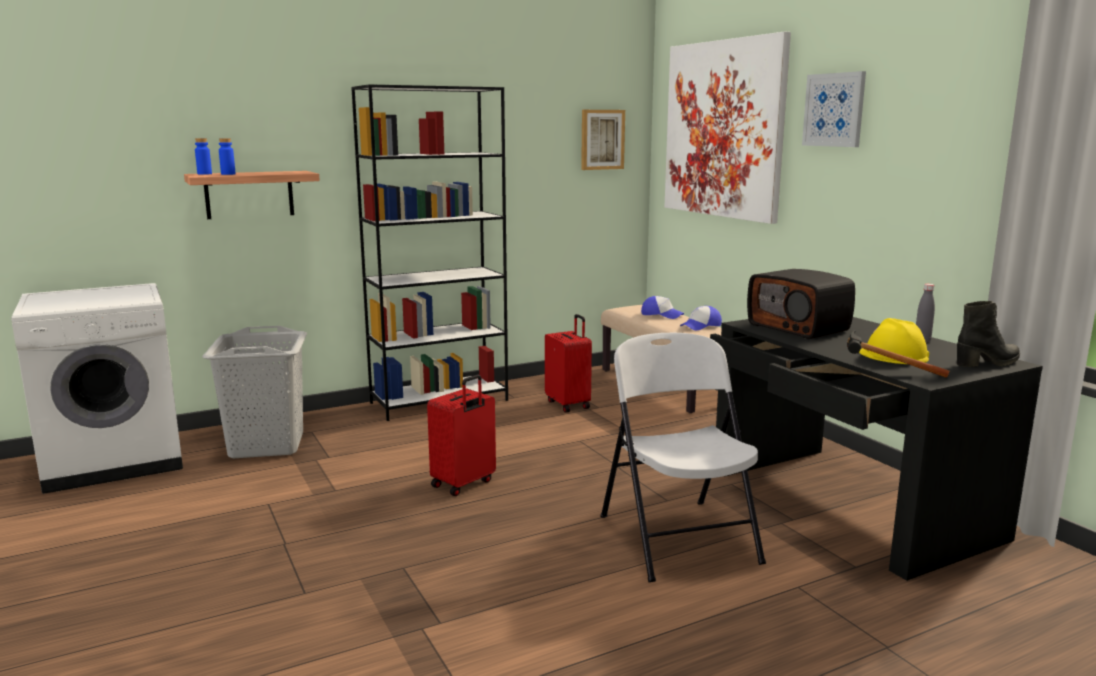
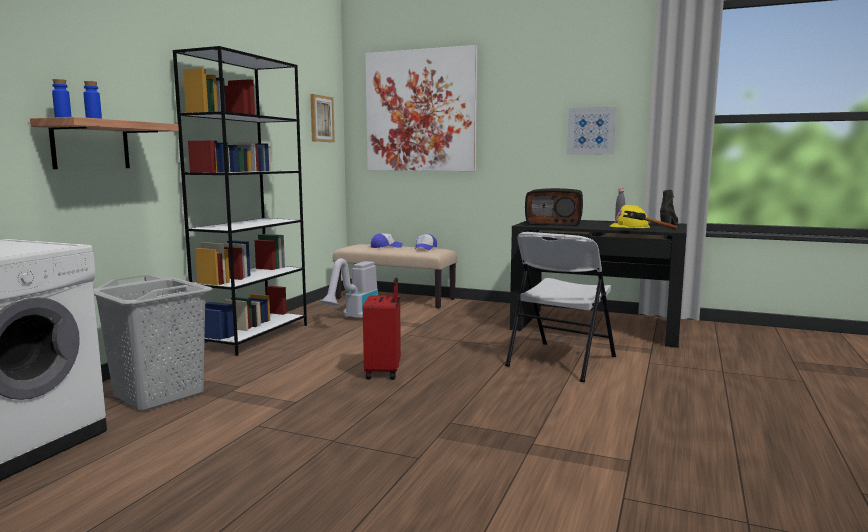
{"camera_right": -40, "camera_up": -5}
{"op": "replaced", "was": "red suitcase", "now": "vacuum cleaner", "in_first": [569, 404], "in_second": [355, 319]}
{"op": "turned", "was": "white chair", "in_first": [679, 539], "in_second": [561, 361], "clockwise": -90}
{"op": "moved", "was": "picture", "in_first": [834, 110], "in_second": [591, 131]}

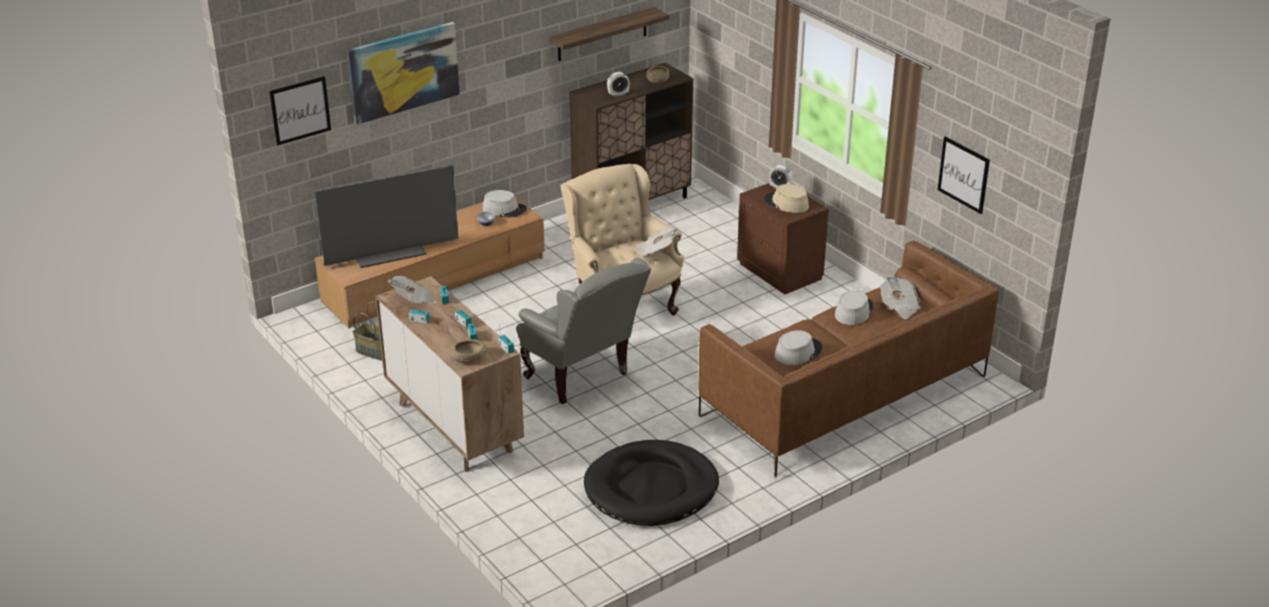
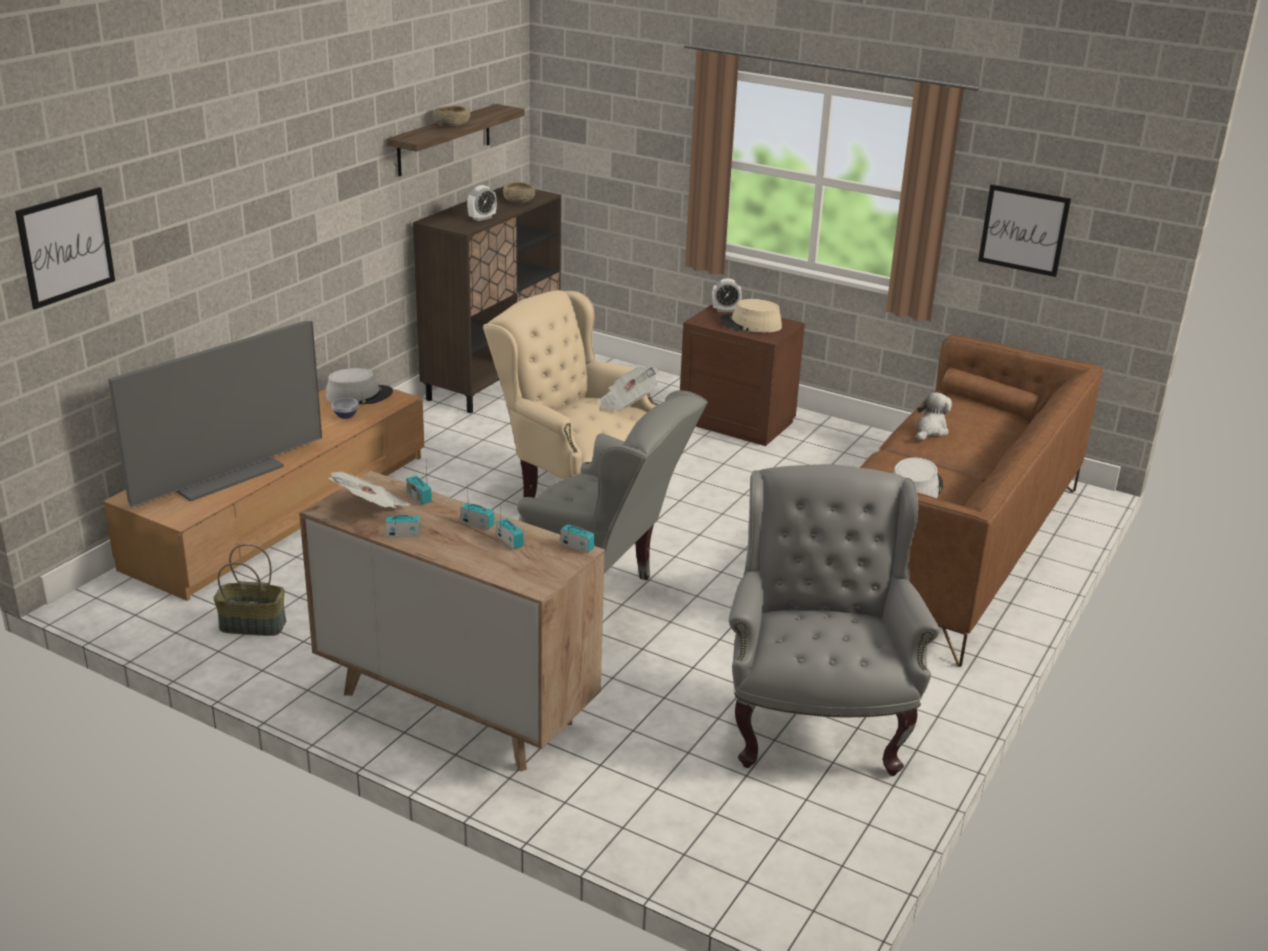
{"camera_right": -25, "camera_up": -5}
{"op": "moved", "was": "beige bowl", "in_first": [468, 357], "in_second": [451, 124]}
{"op": "replaced", "was": "black dog bed", "now": "grey armchair", "in_first": [651, 488], "in_second": [814, 724]}
{"op": "replaced", "was": "grey hat", "now": "plush toy", "in_first": [853, 311], "in_second": [930, 430]}
{"op": "removed", "was": "picture", "in_first": [403, 72]}
{"op": "removed", "was": "newspaper", "in_first": [899, 307]}

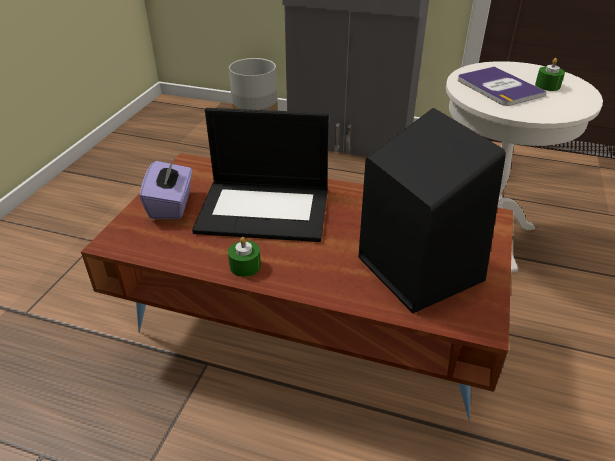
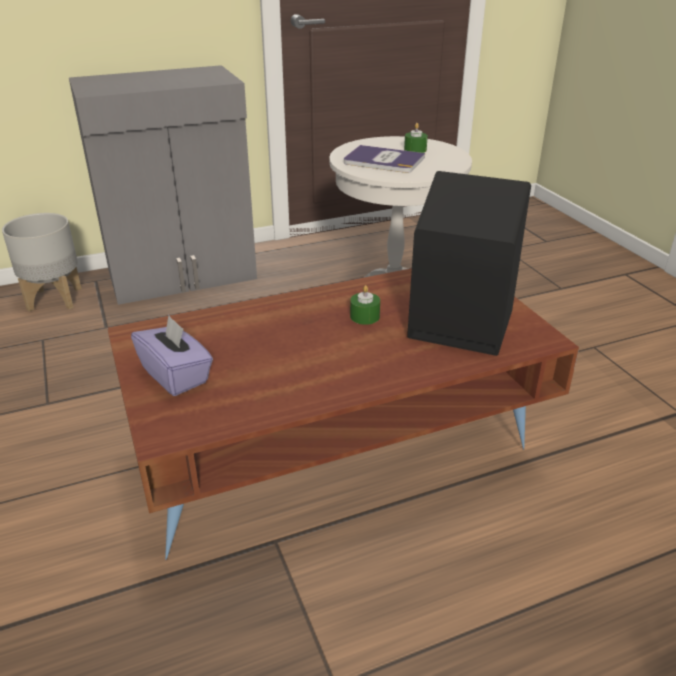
{"camera_right": -40, "camera_up": -5}
{"op": "moved", "was": "green candle", "in_first": [245, 266], "in_second": [364, 316]}
{"op": "removed", "was": "laptop", "in_first": [265, 209]}

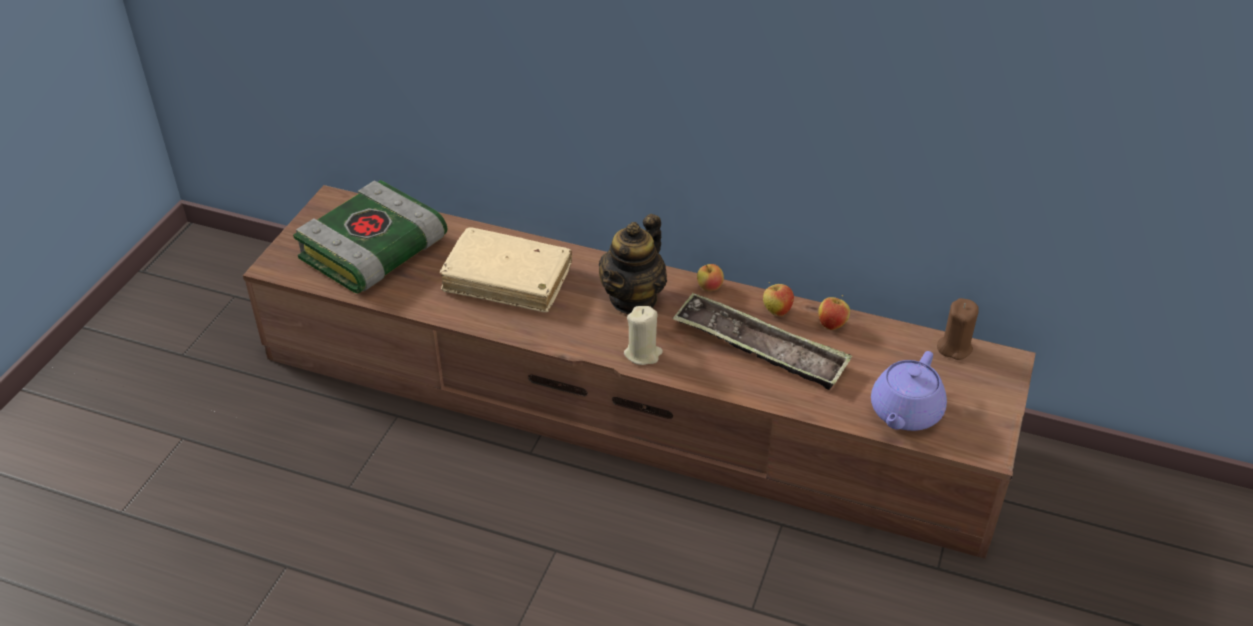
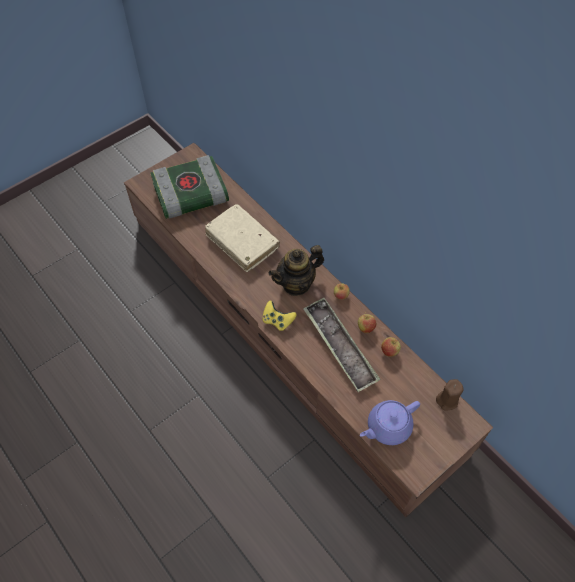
{"camera_right": 30, "camera_up": 15}
{"op": "replaced", "was": "beige candle", "now": "yellow game controller", "in_first": [643, 354], "in_second": [277, 320]}

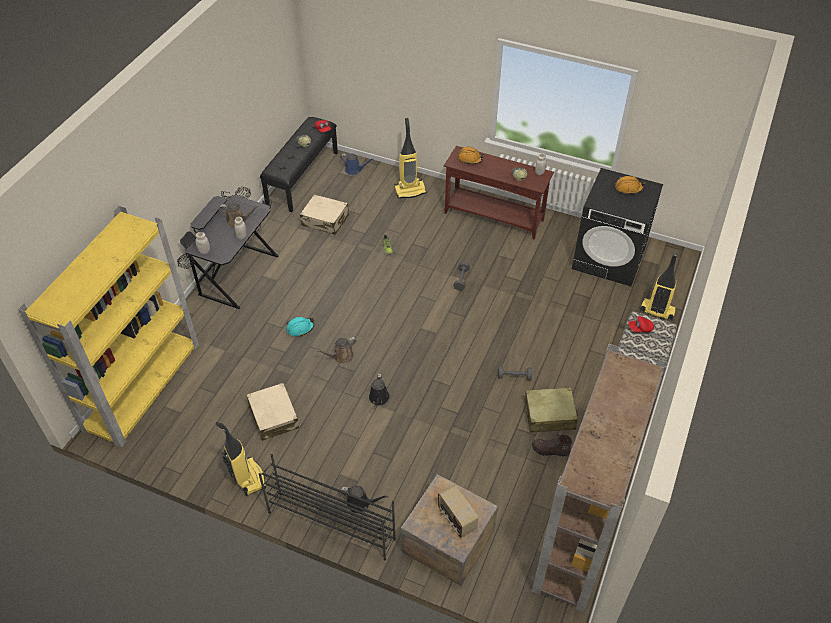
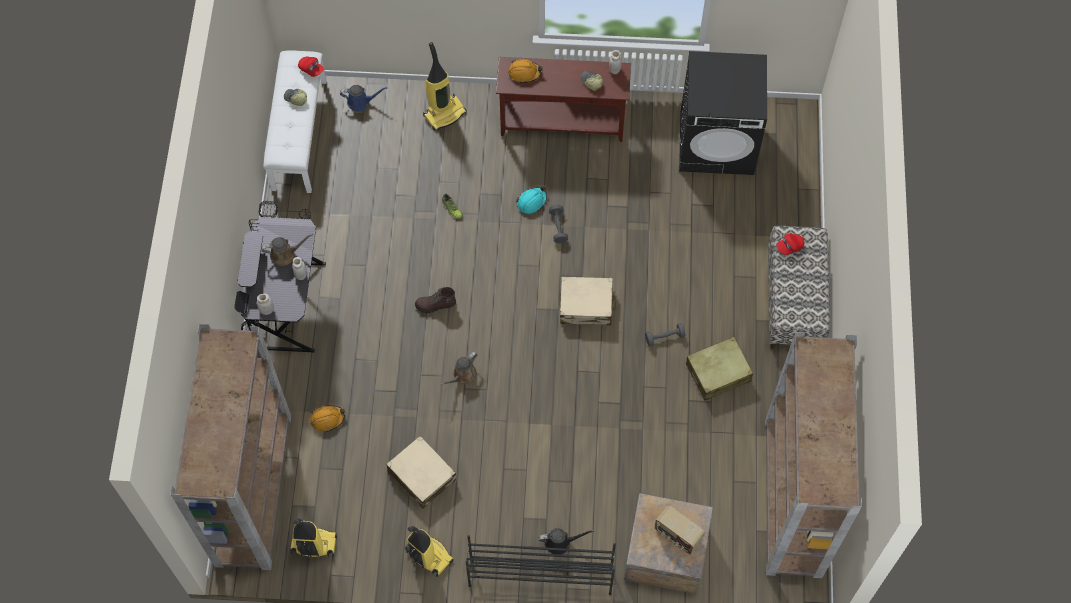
{"camera_right": -20, "camera_up": 15}
{"op": "recoloured", "was": "yellow bookcase", "now": "brown bookcase", "in_first": [142, 386], "in_second": [253, 489]}
{"op": "recoloured", "was": "black bench", "now": "white bench", "in_first": [302, 177], "in_second": [298, 134]}
{"op": "moved", "was": "vacuum cleaner", "in_first": [656, 311], "in_second": [313, 545]}
{"op": "moved", "was": "orange hard hat", "in_first": [628, 188], "in_second": [327, 419]}
{"op": "moved", "was": "brown boot", "in_first": [550, 450], "in_second": [435, 305]}
{"op": "moved", "was": "turquoise hard hat", "in_first": [300, 328], "in_second": [532, 202]}
{"op": "moved", "was": "beige suitcase", "in_first": [325, 220], "in_second": [586, 305]}
{"op": "removed", "was": "black watering can", "in_first": [379, 399]}

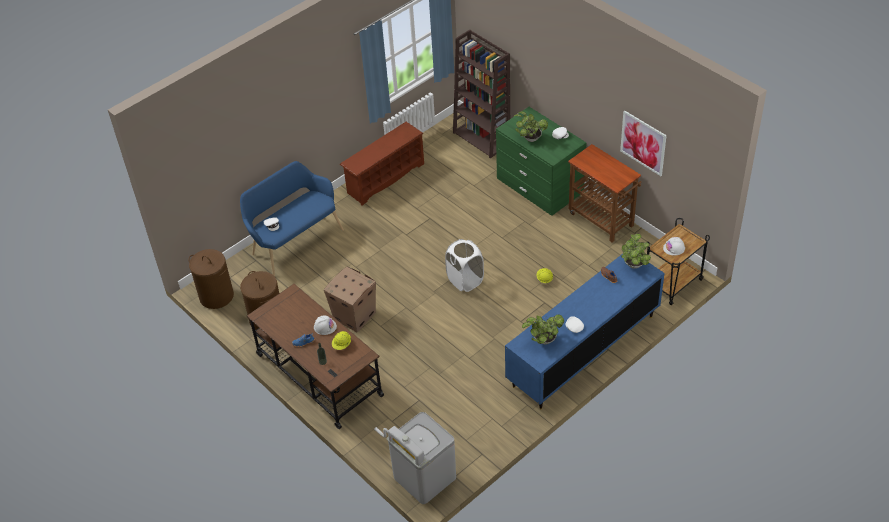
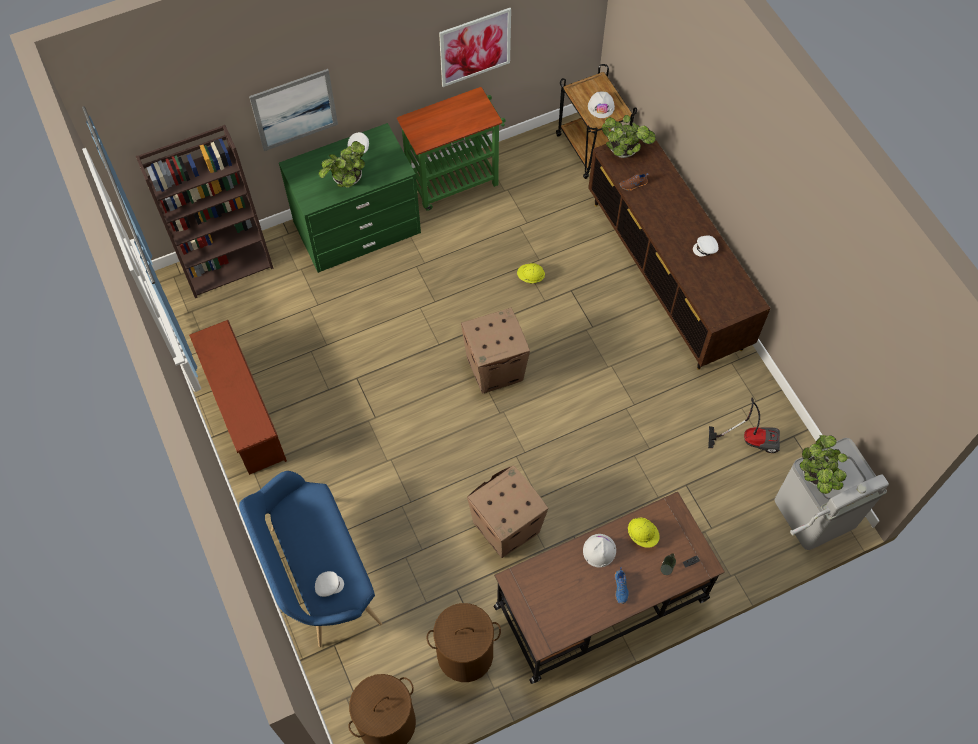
{"camera_right": -75, "camera_up": 15}
{"op": "added", "now": "picture", "in_second": [294, 110]}
{"op": "recoloured", "was": "brown cart", "now": "green cart", "in_first": [602, 220], "in_second": [454, 182]}
{"op": "replaced", "was": "white laundry basket", "now": "cardboard box", "in_first": [465, 280], "in_second": [495, 368]}
{"op": "recoloured", "was": "blue cabinet", "now": "brown cabinet", "in_first": [583, 351], "in_second": [666, 275]}
{"op": "added", "now": "vacuum cleaner", "in_second": [750, 439]}
{"op": "moved", "was": "potted plant", "in_first": [543, 340], "in_second": [816, 478]}

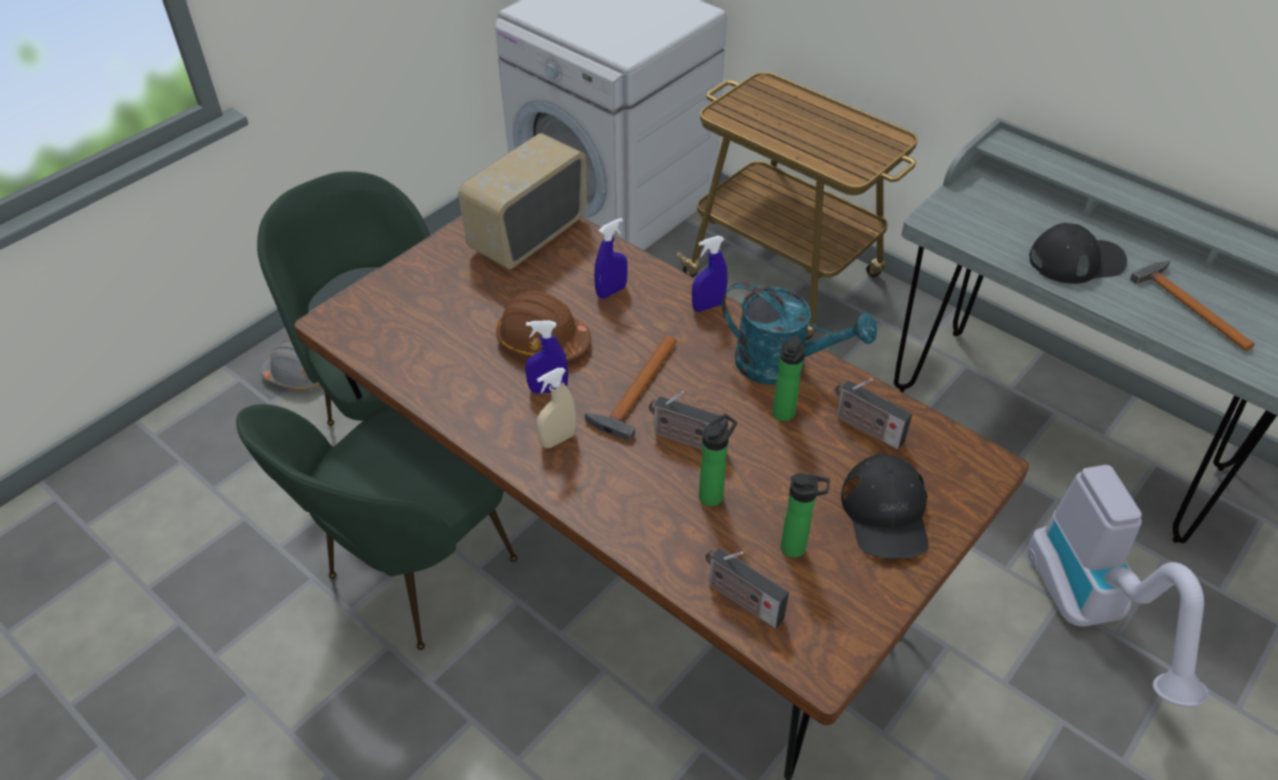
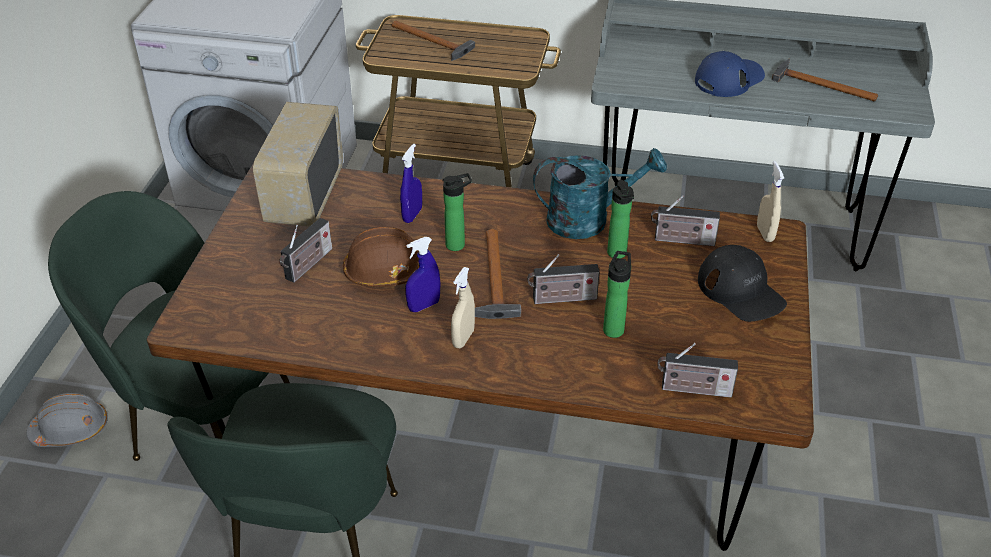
{"camera_right": -30, "camera_up": -5}
{"op": "added", "now": "radio", "in_second": [307, 266]}
{"op": "added", "now": "hammer", "in_second": [433, 42]}
{"op": "moved", "was": "bottle", "in_first": [797, 548], "in_second": [458, 244]}
{"op": "recoloured", "was": "black cap", "now": "blue cap", "in_first": [1076, 260], "in_second": [729, 79]}
{"op": "added", "now": "beige spray bottle", "in_second": [765, 233]}
{"op": "removed", "was": "blue spray bottle", "in_first": [708, 306]}
{"op": "removed", "was": "vacuum cleaner", "in_first": [1094, 617]}

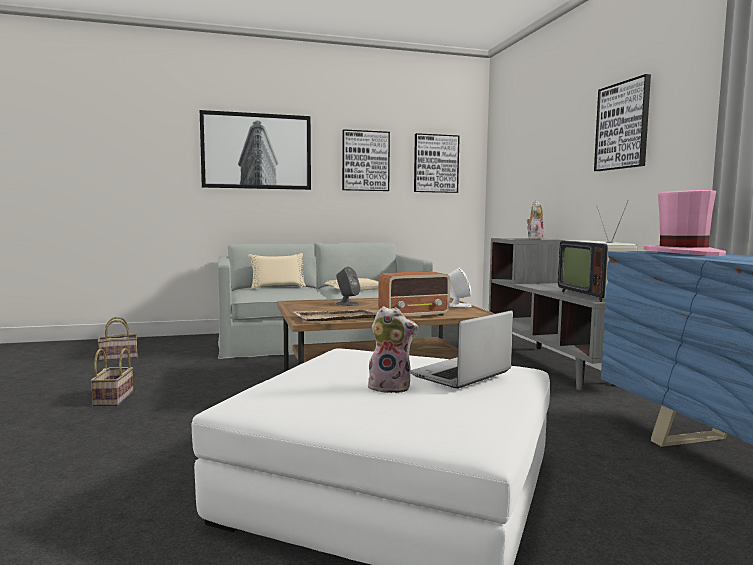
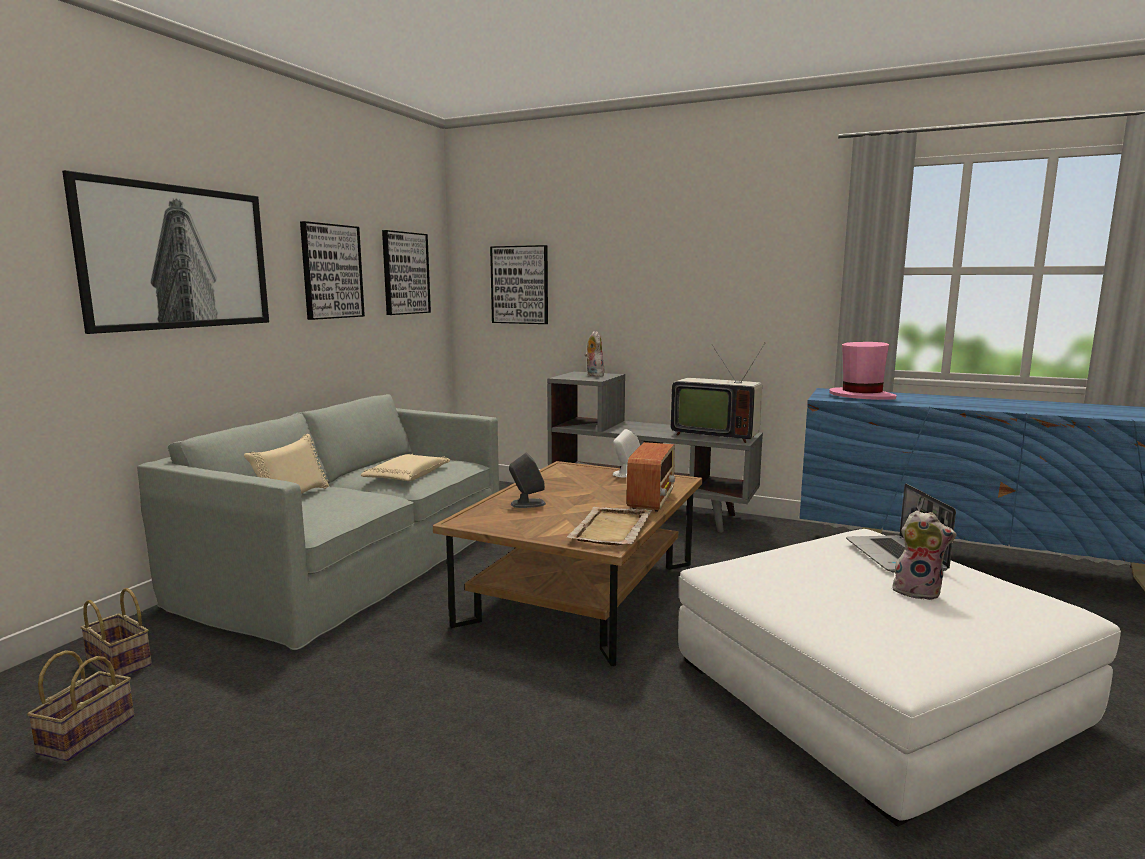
{"camera_right": -50, "camera_up": 5}
{"op": "moved", "was": "basket", "in_first": [114, 399], "in_second": [121, 663]}
{"op": "moved", "was": "picture", "in_first": [622, 126], "in_second": [520, 285]}
{"op": "turned", "was": "plush toy", "in_first": [391, 387], "in_second": [917, 591], "clockwise": 60}

